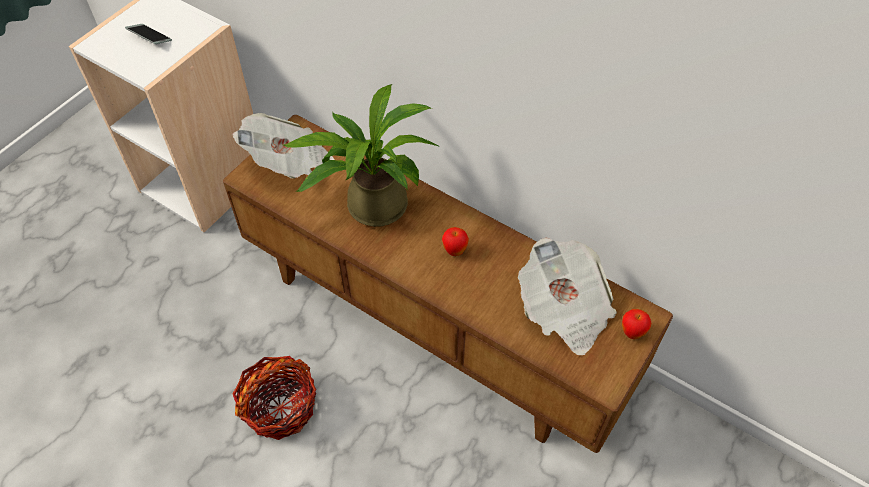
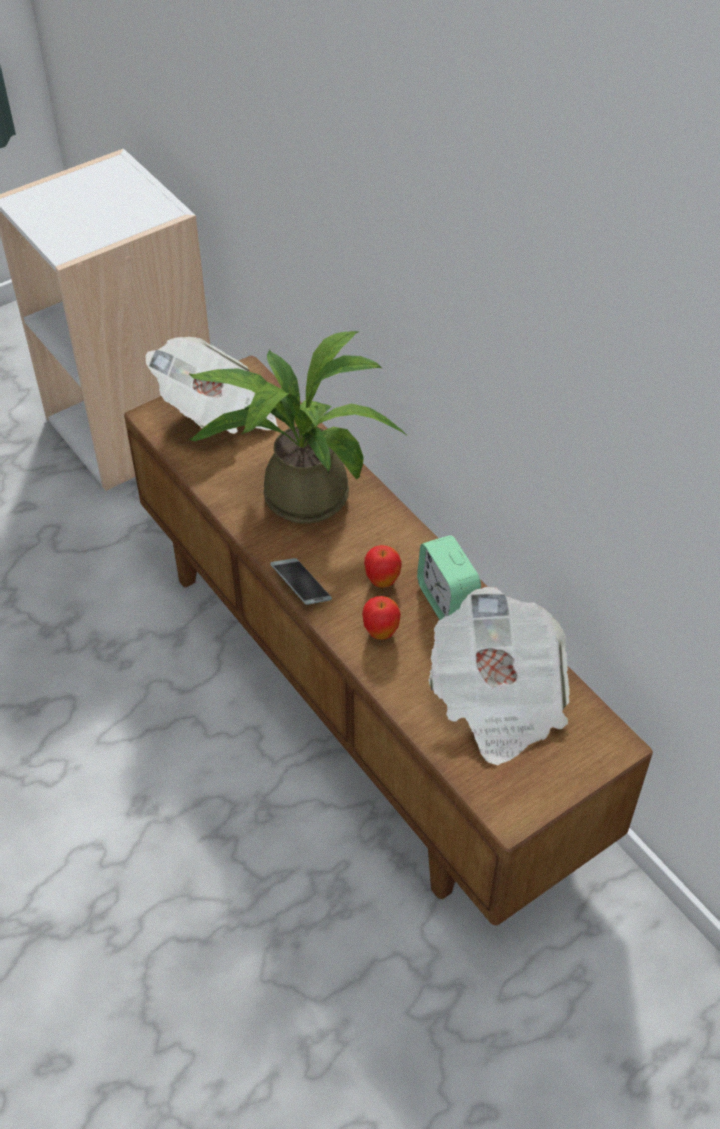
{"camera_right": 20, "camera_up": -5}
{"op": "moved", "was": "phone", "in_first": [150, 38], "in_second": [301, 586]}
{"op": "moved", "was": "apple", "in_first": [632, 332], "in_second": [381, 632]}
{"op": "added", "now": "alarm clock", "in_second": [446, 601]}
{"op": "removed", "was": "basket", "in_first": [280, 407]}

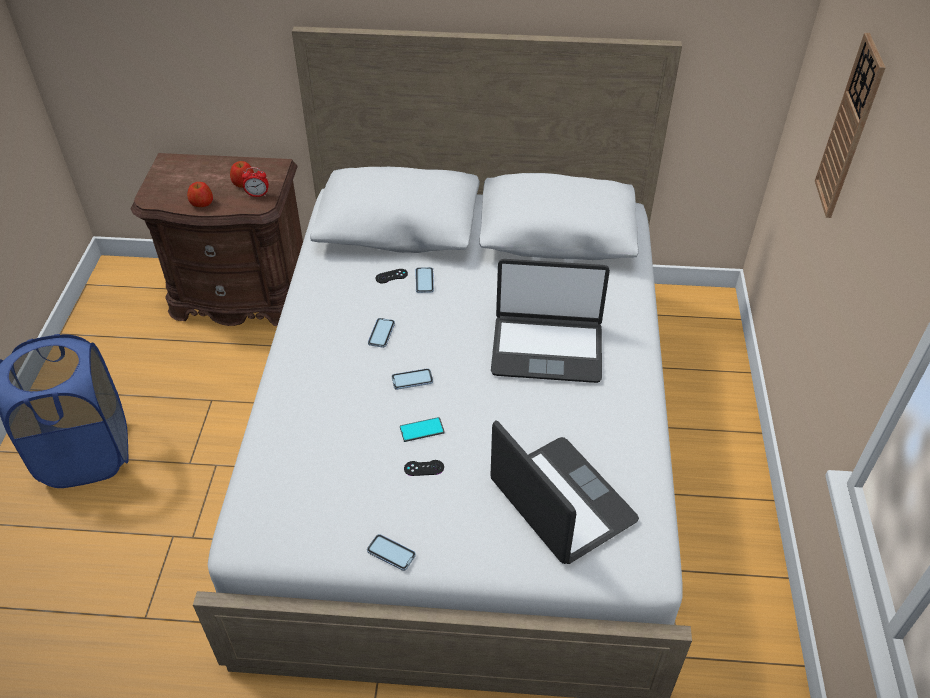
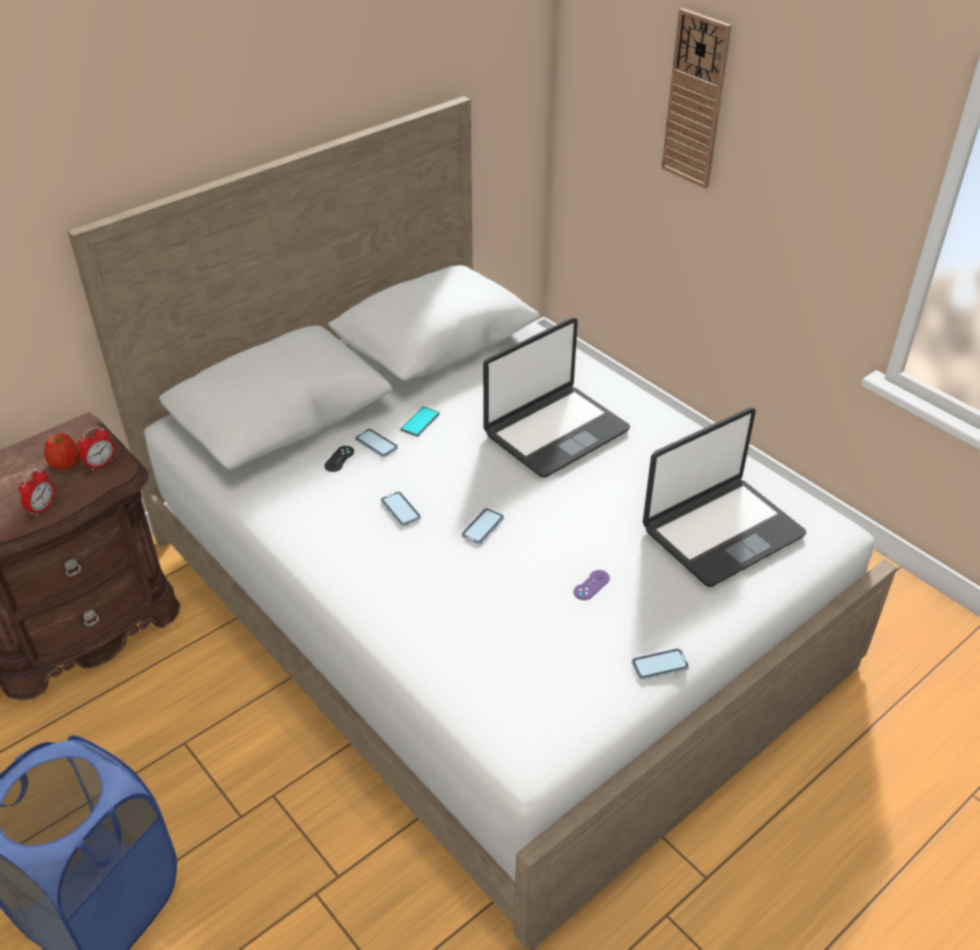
{"camera_right": -45, "camera_up": -5}
{"op": "replaced", "was": "apple", "now": "alarm clock", "in_first": [202, 203], "in_second": [42, 508]}
{"op": "moved", "was": "phone", "in_first": [422, 430], "in_second": [420, 422]}
{"op": "recoloured", "was": "black game controller", "now": "purple game controller", "in_first": [424, 468], "in_second": [591, 585]}
{"op": "turned", "was": "laptop", "in_first": [561, 502], "in_second": [721, 531], "clockwise": 135}

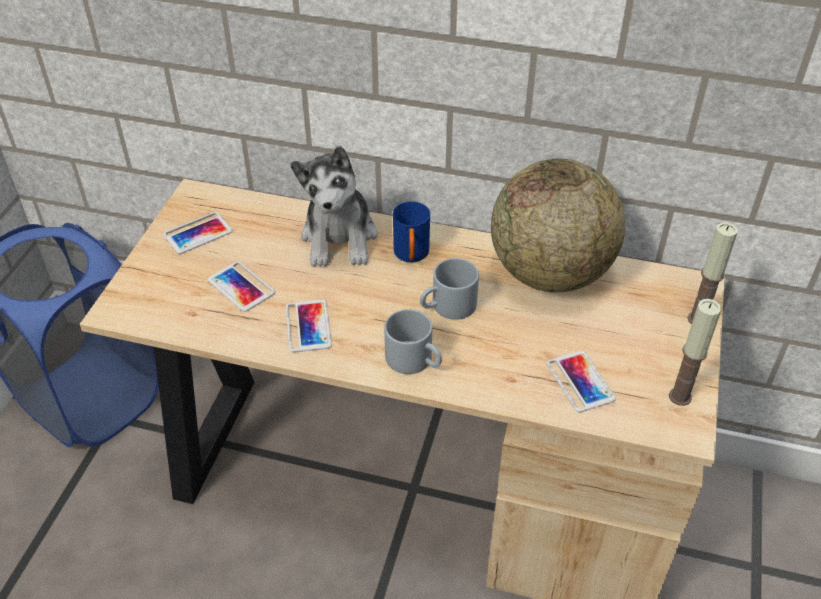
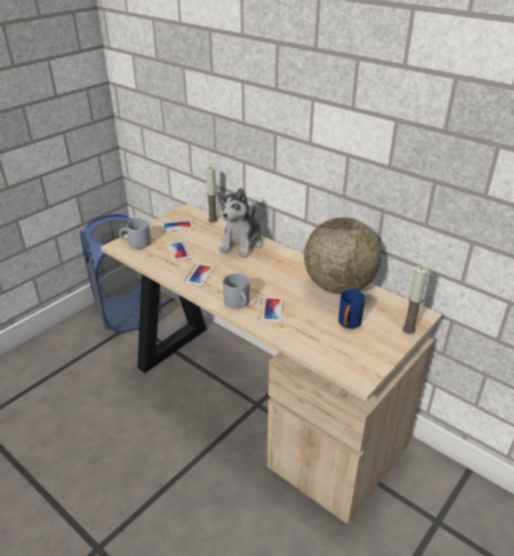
{"camera_right": 25, "camera_up": -10}
{"op": "moved", "was": "grey mug", "in_first": [448, 307], "in_second": [136, 243]}
{"op": "moved", "was": "candle", "in_first": [680, 396], "in_second": [213, 220]}
{"op": "moved", "was": "phone", "in_first": [580, 381], "in_second": [270, 310]}
{"op": "moved", "was": "blue mug", "in_first": [411, 256], "in_second": [348, 324]}

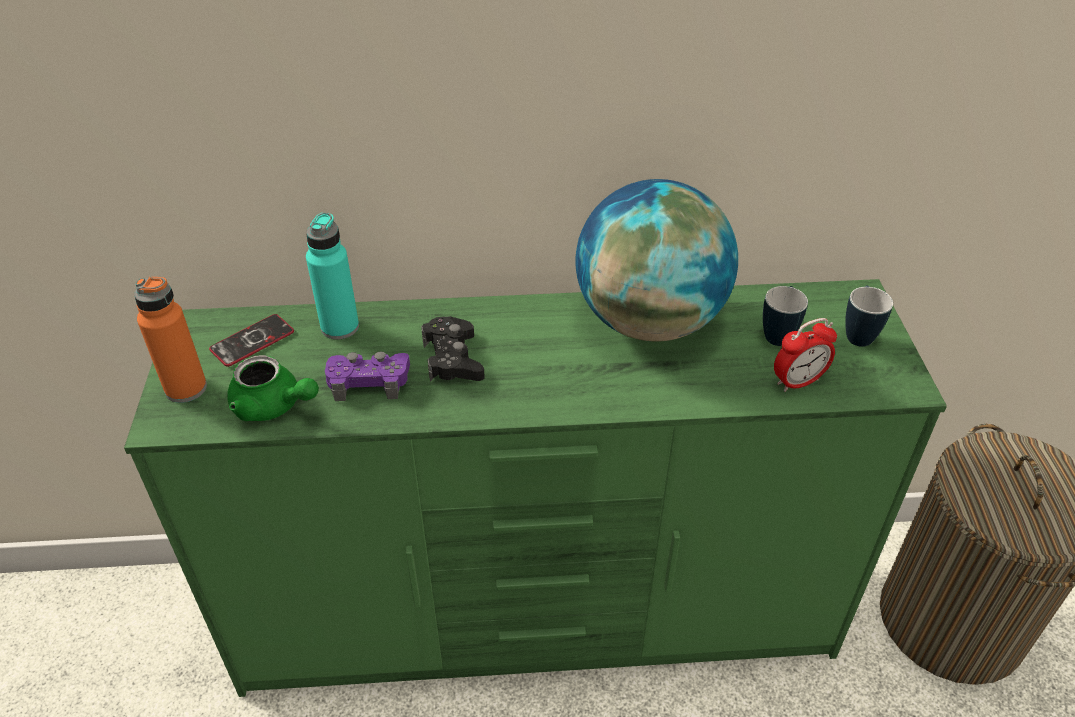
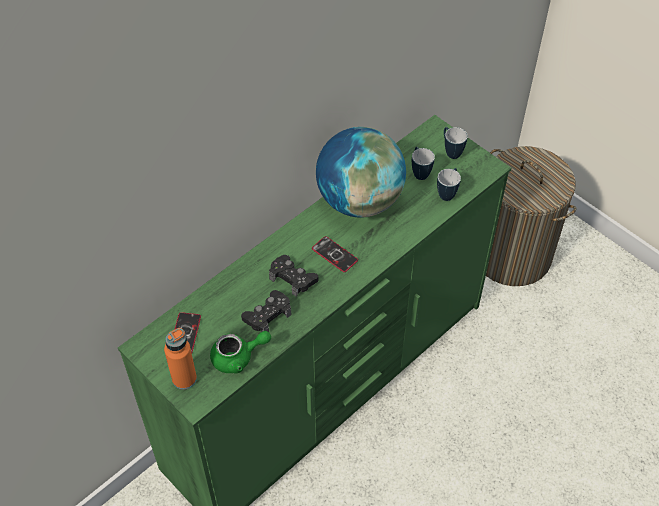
{"camera_right": -40, "camera_up": 10}
{"op": "recoloured", "was": "purple game controller", "now": "black game controller", "in_first": [369, 381], "in_second": [267, 315]}
{"op": "added", "now": "phone", "in_second": [334, 255]}
{"op": "replaced", "was": "alarm clock", "now": "mug", "in_first": [798, 382], "in_second": [448, 193]}
{"op": "removed", "was": "turquoise bottle", "in_first": [340, 327]}

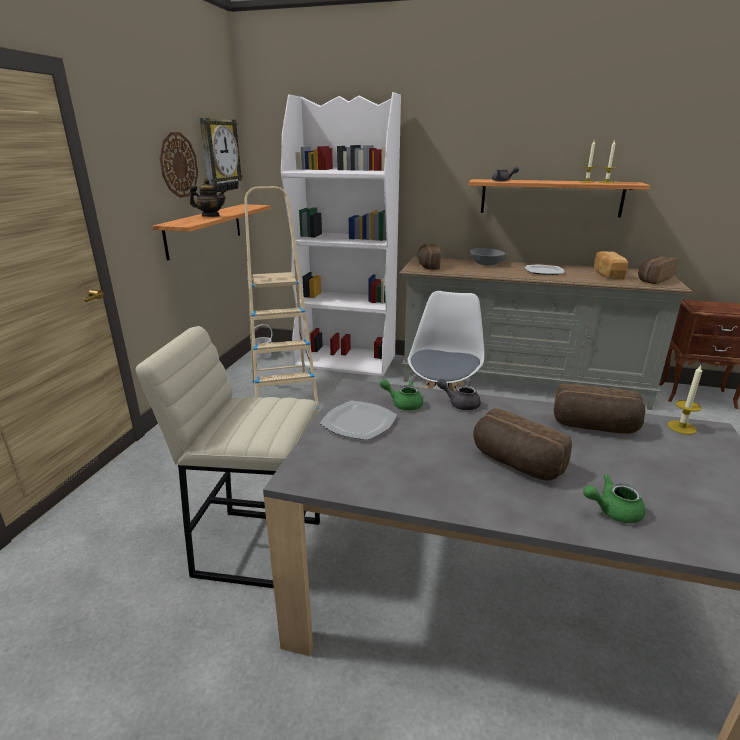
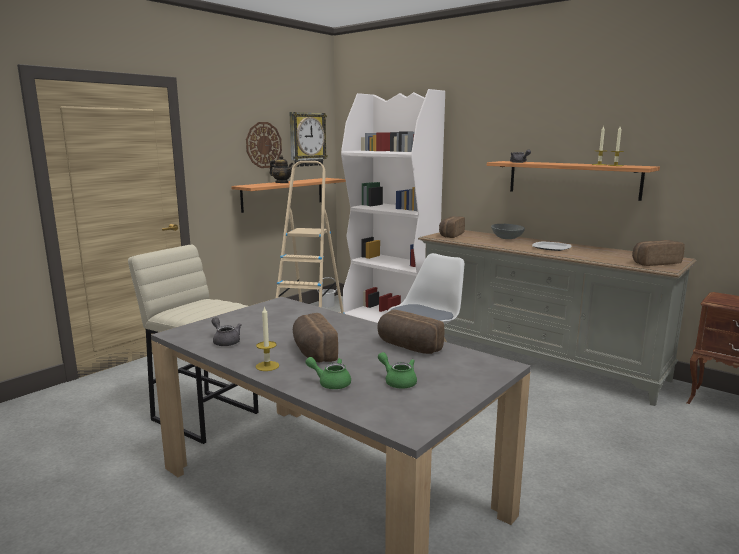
{"camera_right": 25, "camera_up": -10}
{"op": "moved", "was": "grey teapot", "in_first": [460, 403], "in_second": [225, 341]}
{"op": "moved", "was": "candle", "in_first": [681, 427], "in_second": [267, 366]}
{"op": "moved", "was": "green teapot", "in_first": [403, 403], "in_second": [398, 381]}
{"op": "removed", "was": "plate", "in_first": [359, 422]}
{"op": "removed", "was": "bread", "in_first": [607, 274]}

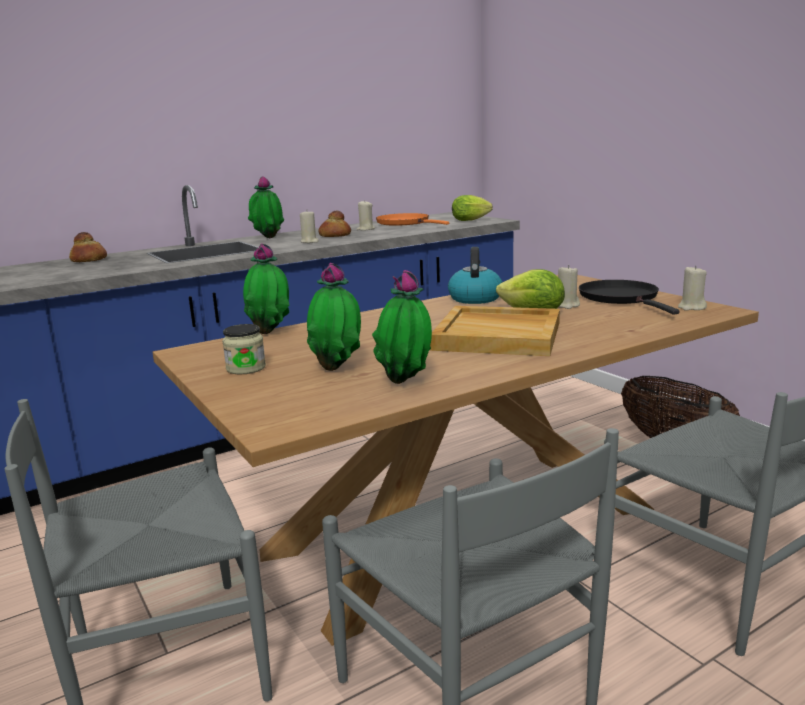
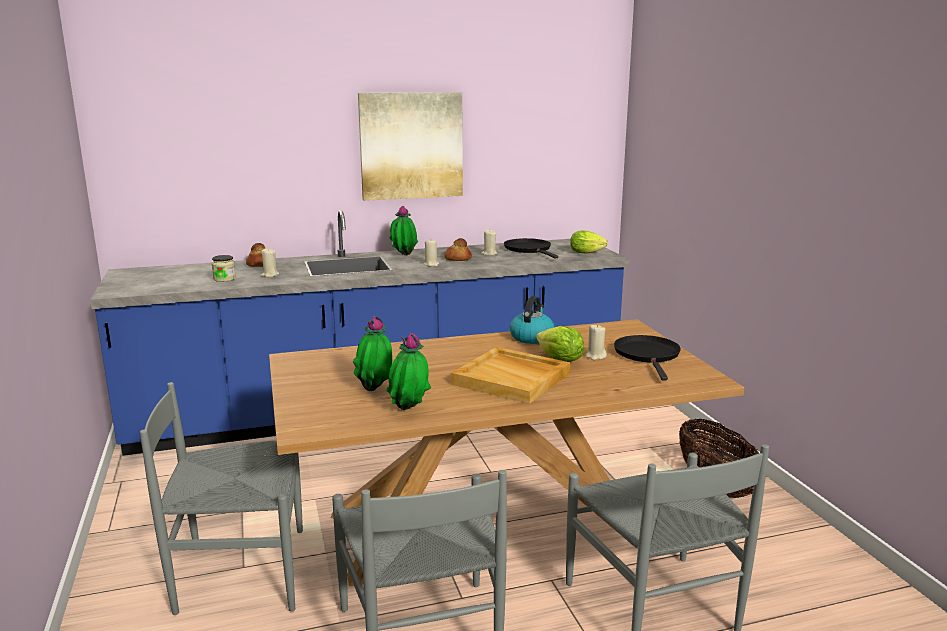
{"camera_right": 15, "camera_up": 0}
{"op": "moved", "was": "jar", "in_first": [246, 368], "in_second": [224, 279]}
{"op": "moved", "was": "beige candle", "in_first": [691, 307], "in_second": [269, 275]}
{"op": "added", "now": "picture", "in_second": [411, 145]}
{"op": "recoloured", "was": "orange frying pan", "now": "black frying pan", "in_first": [405, 223], "in_second": [529, 249]}
{"op": "removed", "was": "potted plant", "in_first": [270, 332]}

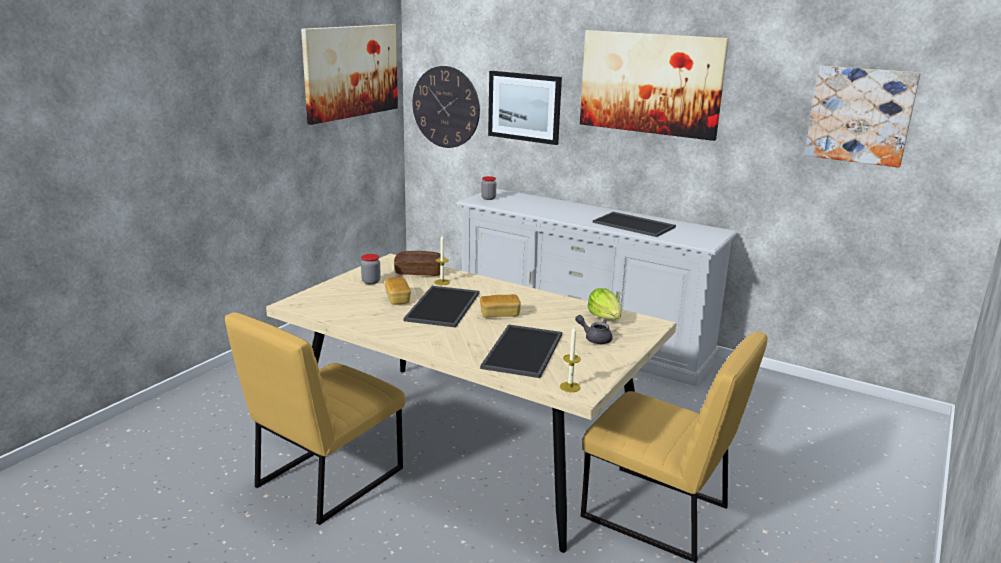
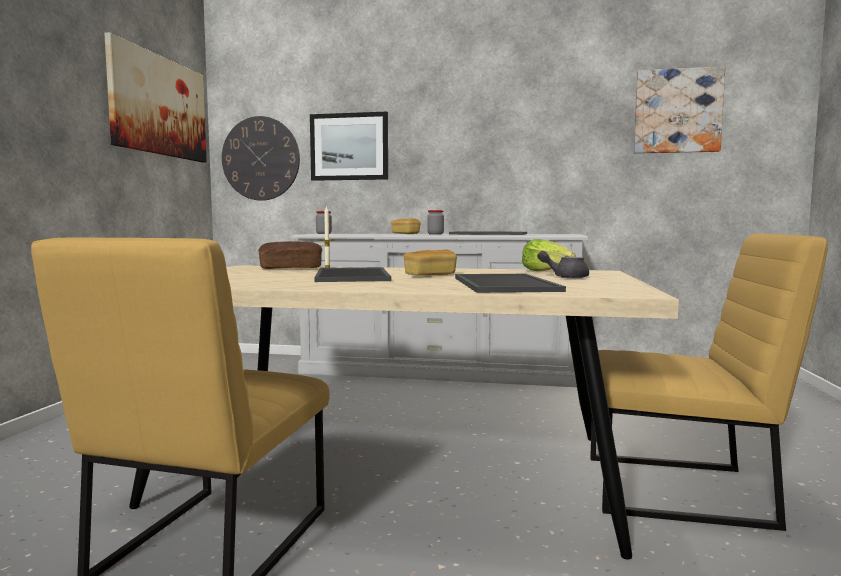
{"camera_right": -20, "camera_up": -15}
{"op": "moved", "was": "bread", "in_first": [397, 299], "in_second": [405, 234]}
{"op": "moved", "was": "jar", "in_first": [371, 281], "in_second": [435, 234]}
{"op": "removed", "was": "candle", "in_first": [570, 387]}
{"op": "removed", "was": "picture", "in_first": [650, 83]}

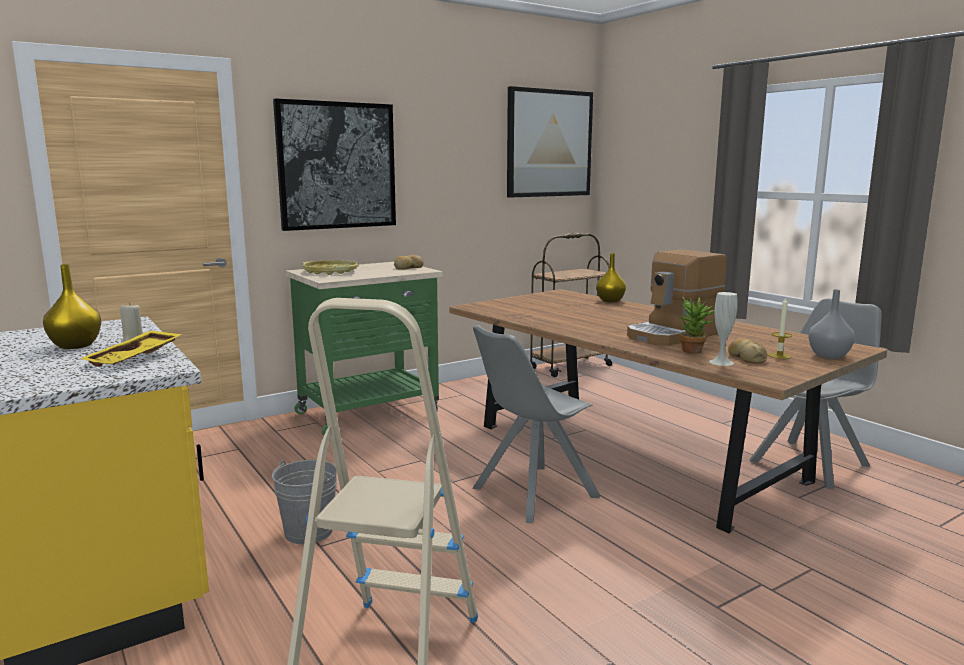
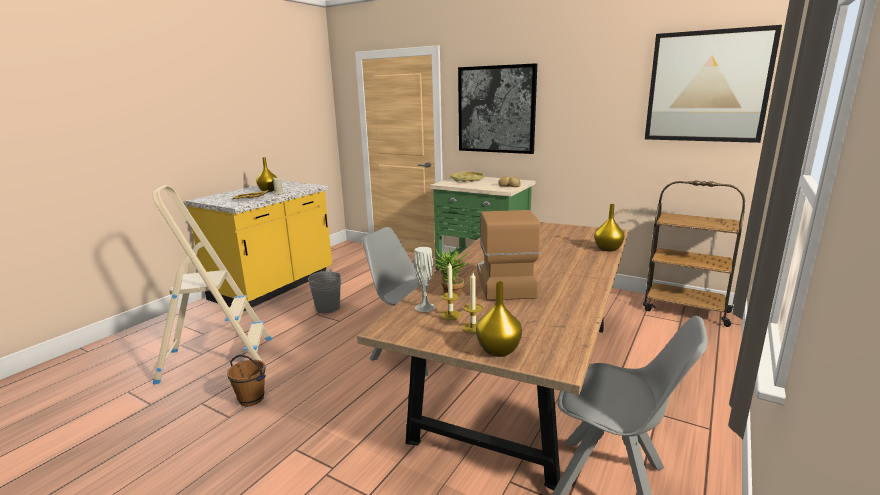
{"camera_right": 65, "camera_up": 5}
{"op": "added", "now": "brown bucket", "in_second": [251, 399]}
{"op": "replaced", "was": "bread", "now": "candle", "in_first": [746, 358], "in_second": [450, 315]}
{"op": "recoloured", "was": "grey vase", "now": "yellow vase", "in_first": [828, 356], "in_second": [497, 350]}
{"op": "turned", "was": "coffee machine", "in_first": [674, 335], "in_second": [503, 283], "clockwise": 60}

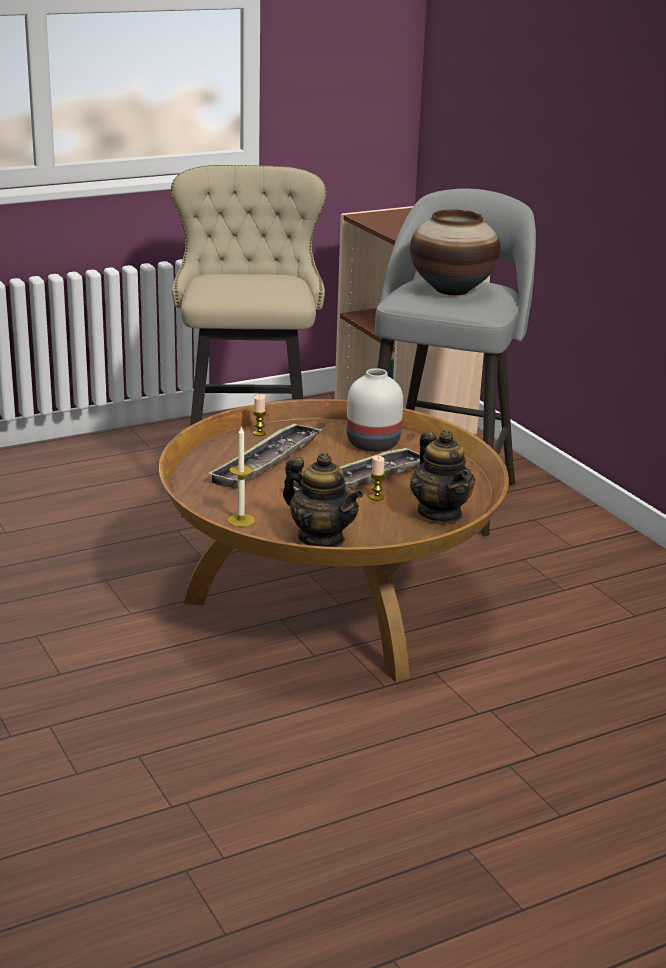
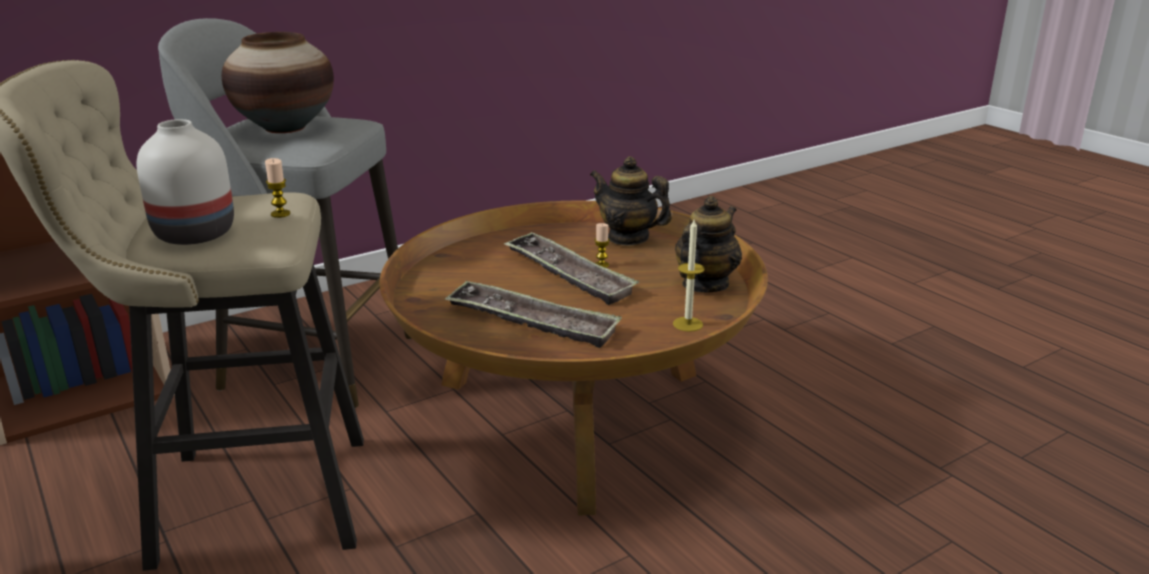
{"camera_right": -95, "camera_up": 0}
{"op": "moved", "was": "white vase", "in_first": [371, 444], "in_second": [194, 235]}
{"op": "moved", "was": "candle", "in_first": [259, 433], "in_second": [280, 214]}
{"op": "turned", "was": "teapot", "in_first": [440, 513], "in_second": [628, 237], "clockwise": -120}

